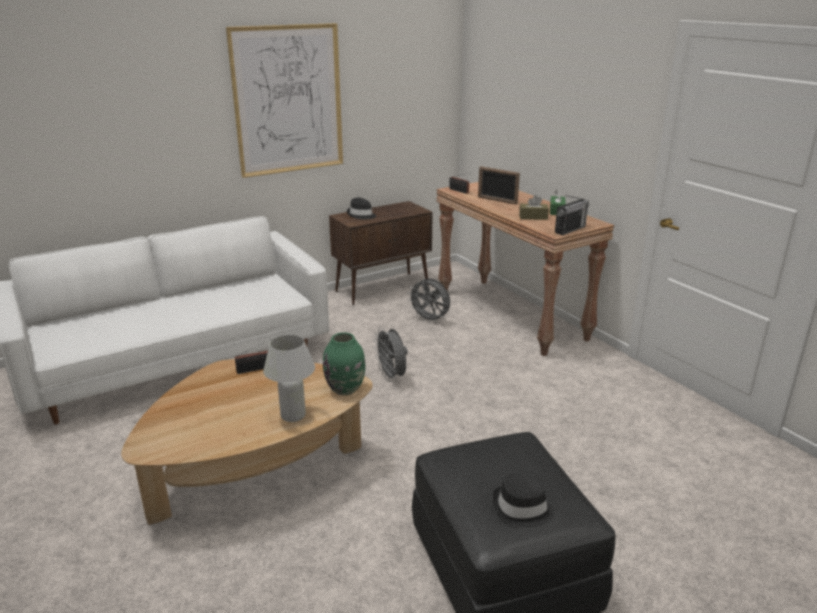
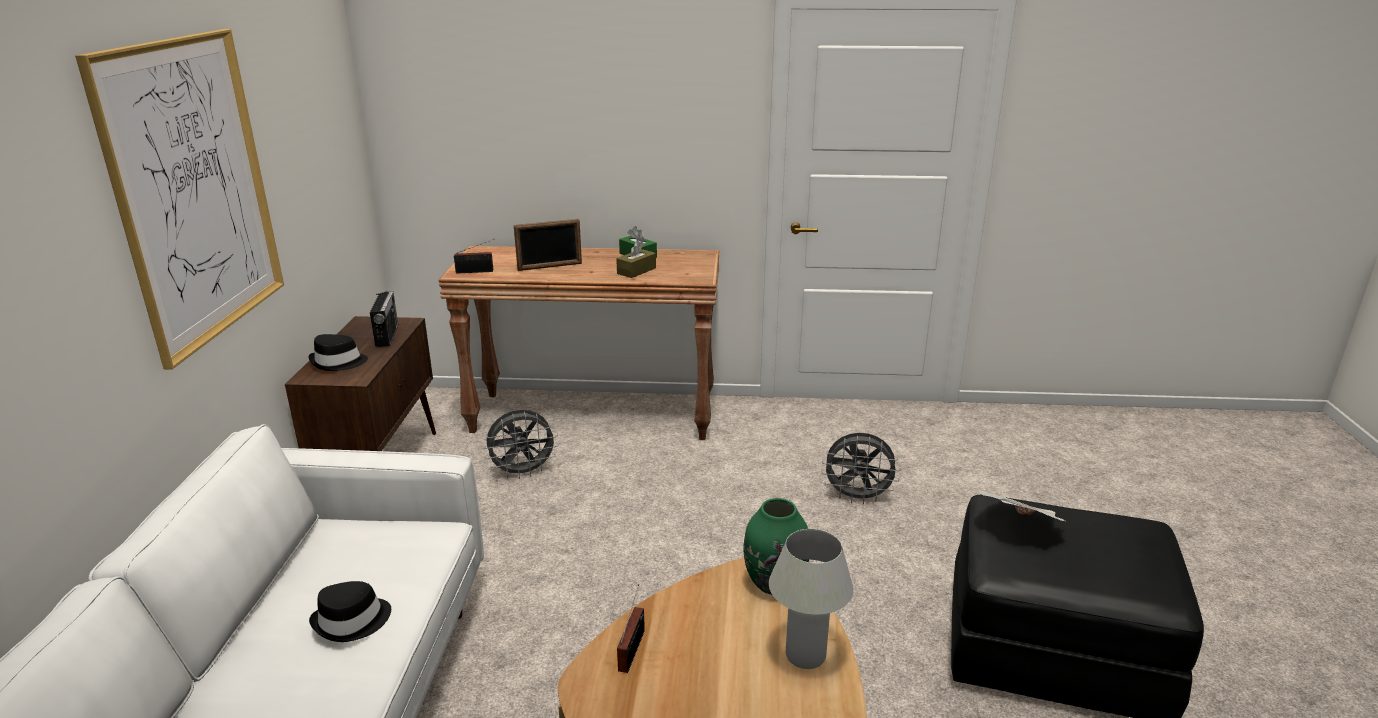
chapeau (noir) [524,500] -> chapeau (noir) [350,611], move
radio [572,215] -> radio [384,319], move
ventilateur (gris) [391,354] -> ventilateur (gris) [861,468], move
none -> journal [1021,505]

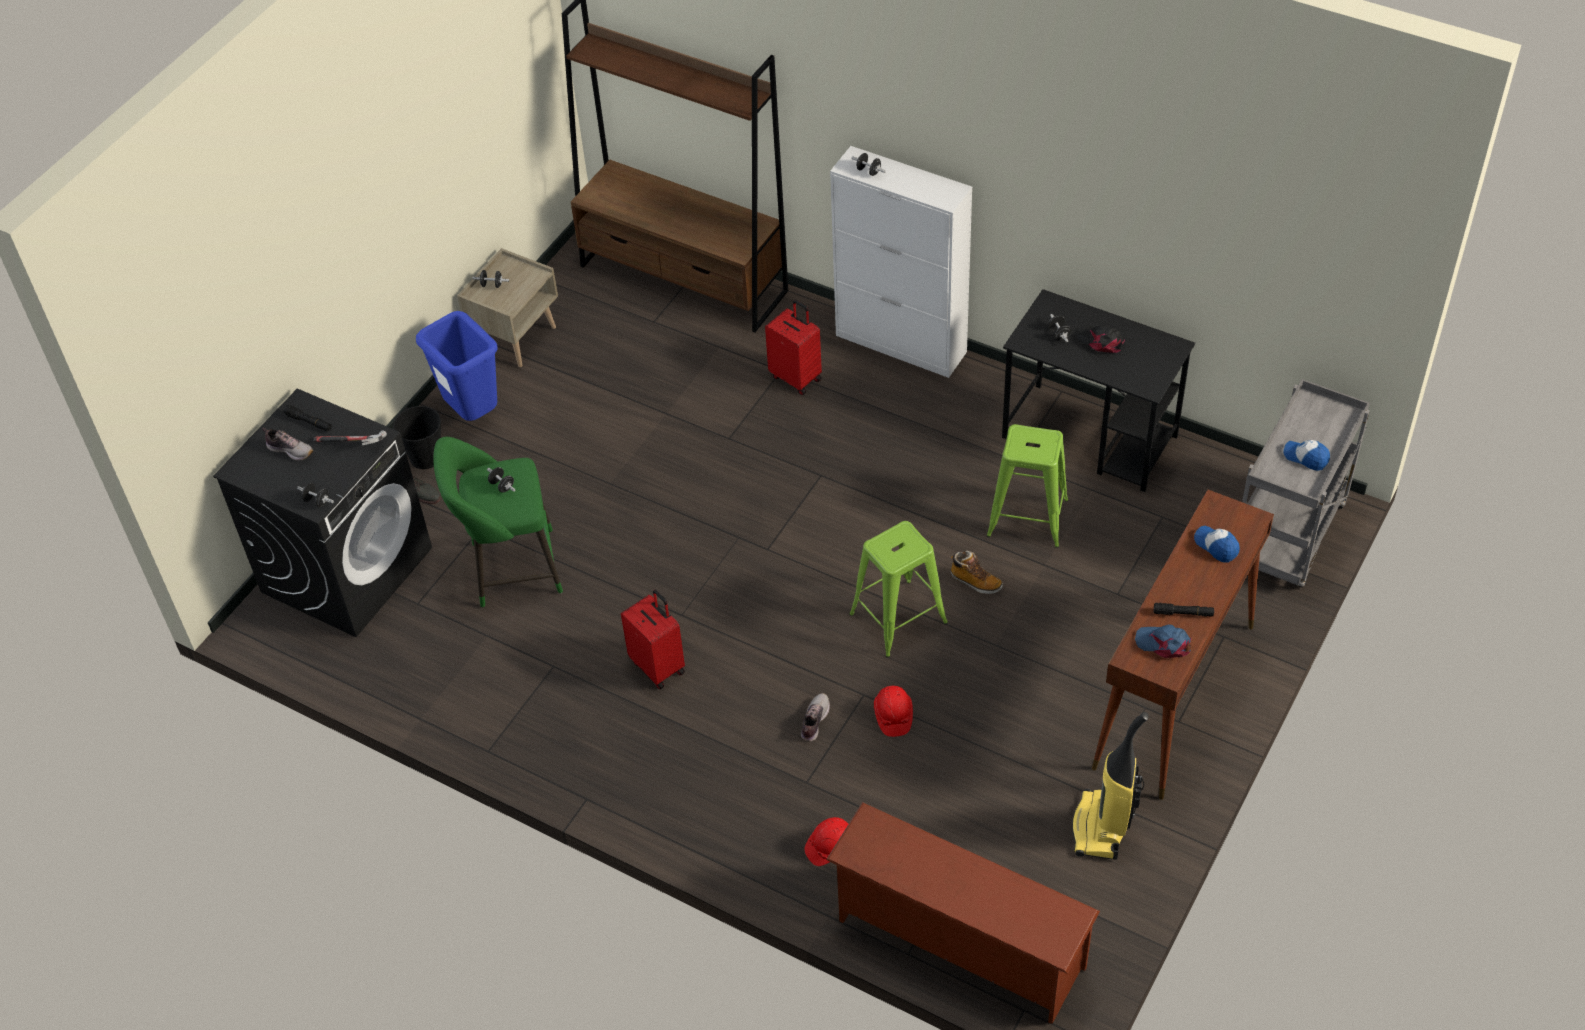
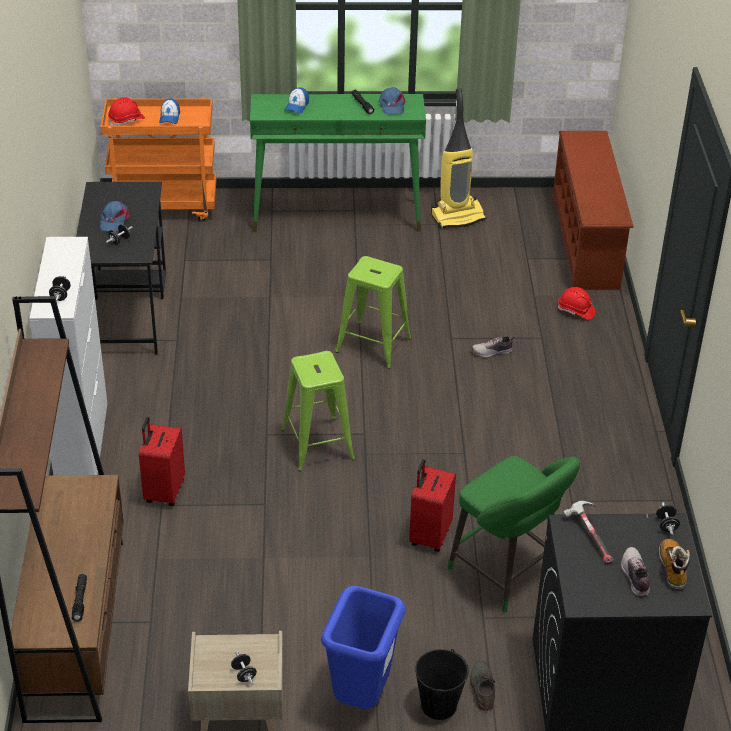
lampe de poche (noir) [308,418] -> lampe de poche (noir) [79,598], move
casquette (noir) [1101,339] -> casquette (bleu) [115,216]
chariot (gris) [1306,483] -> chariot (orange) [158,160]
casque de chantier (rouge) [893,711] -> casque de chantier (rouge) [126,112], move
table console (marron) [1183,645] -> table console (vert) [338,163]
tabouret (vert) [1027,486] -> tabouret (vert) [318,411], move
valise (rouge) [653,639] -> valise (rouge) [432,505], move
botte [977,572] -> botte [674,564], move
haltère (noir) [501,480] -> none

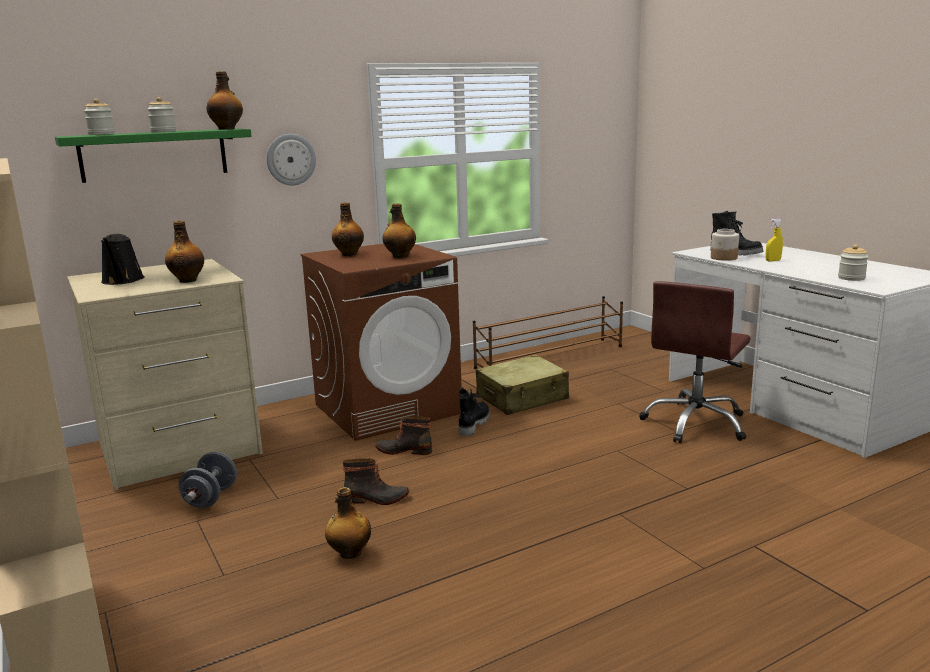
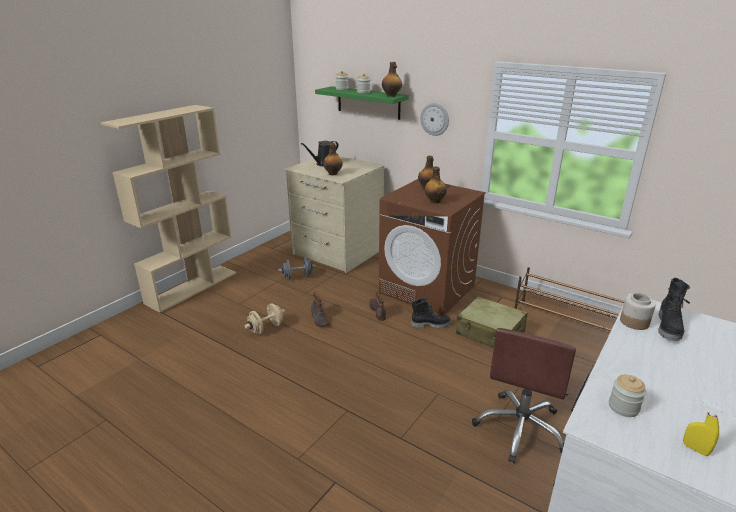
bouteille [348,523] -> haltère (beige) [265,318]
chaise de bureau (marron) [694,362] -> chaise de bureau (marron) [524,396], 75 degrees counterclockwise
vaporisateur (jaune) [774,239] -> vaporisateur (jaune) [703,427], move

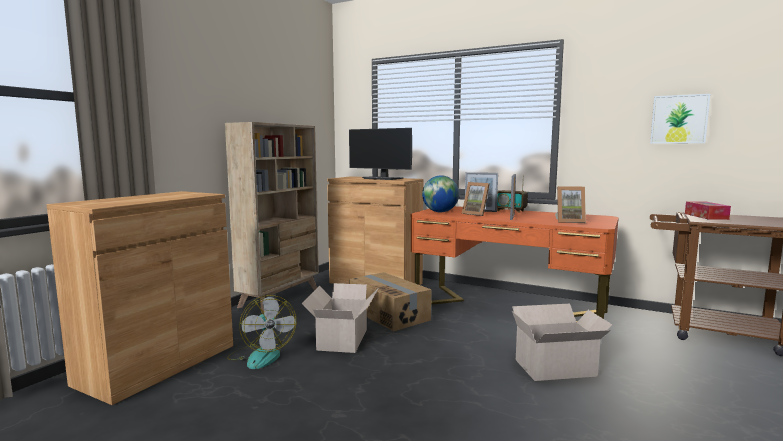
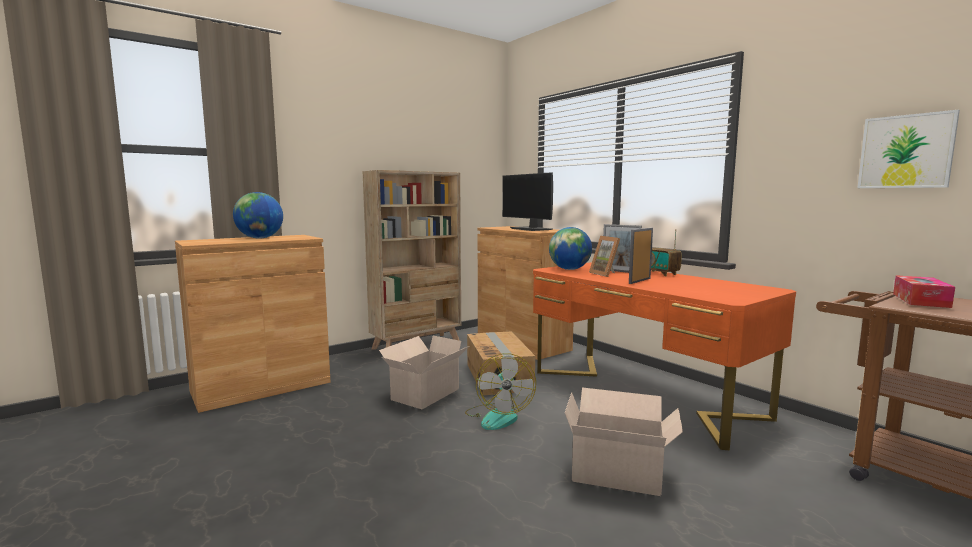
none -> globe [258,215]
ventilateur [261,332] -> ventilateur [500,391], move
cadre photo [570,204] -> none

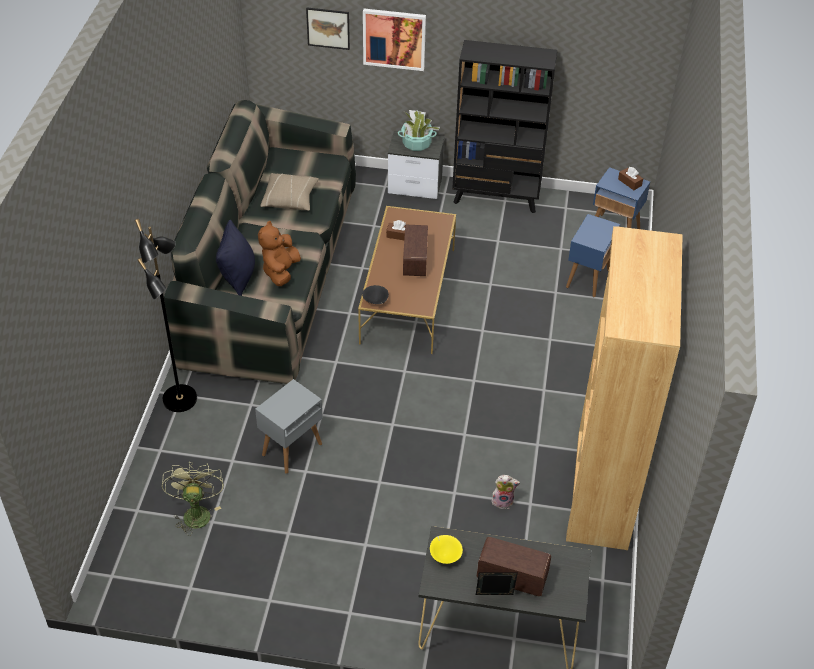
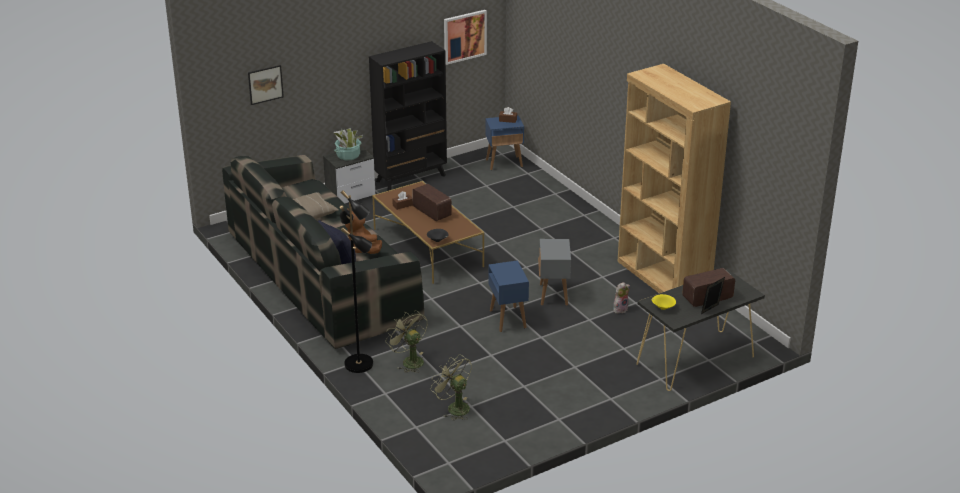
none -> ventilateur (vert) [406,341]
tableau [394,40] -> tableau [465,37], move
table d'appoint (bleu) [593,255] -> table d'appoint (bleu) [508,296], move
table d'appoint (gris) [289,426] -> table d'appoint (gris) [554,272], move

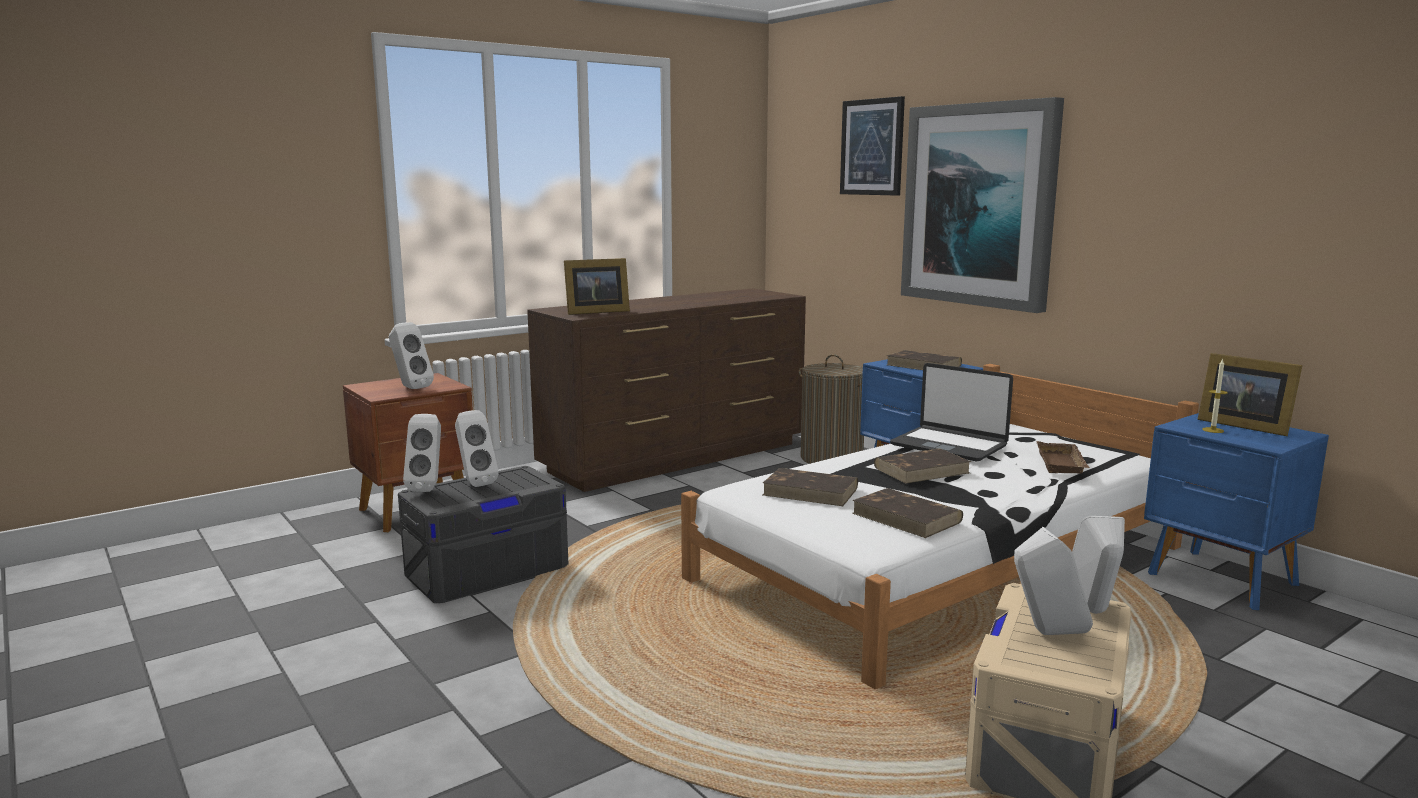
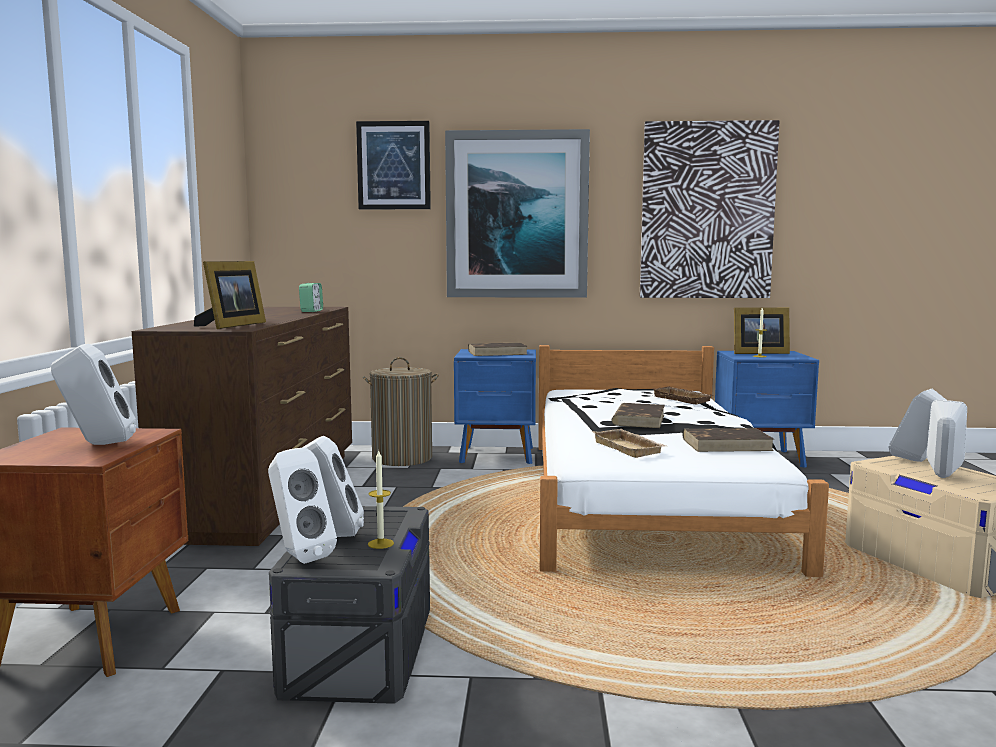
none -> réveil [311,297]
none -> bougie [381,499]
livre (marron) [810,487] -> plateau (beige) [628,443]
none -> tableau [709,209]
ordinateur portable [951,412] -> none

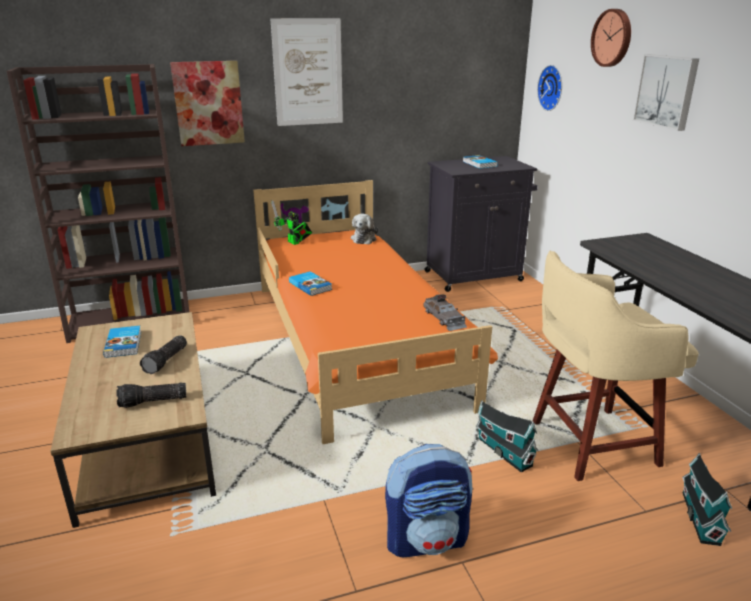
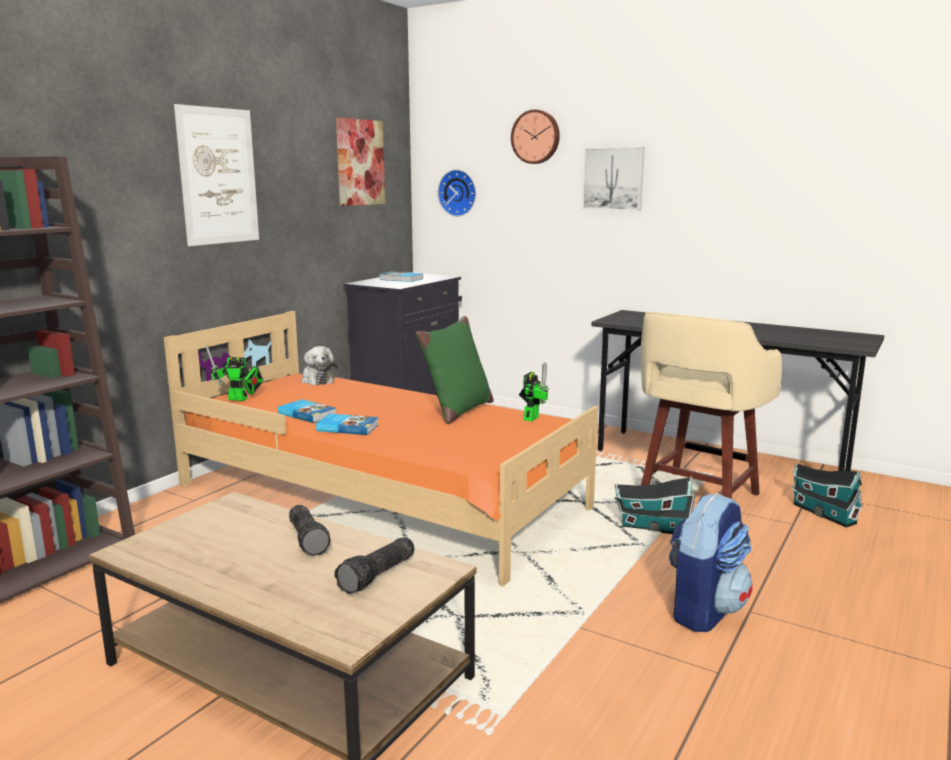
livre [122,342] -> livre [307,411], move
tableau [207,103] -> tableau [360,161], move
none -> coussin (vert) [454,370]
petite voiture (gris) [445,312] -> robot jouet [534,392]

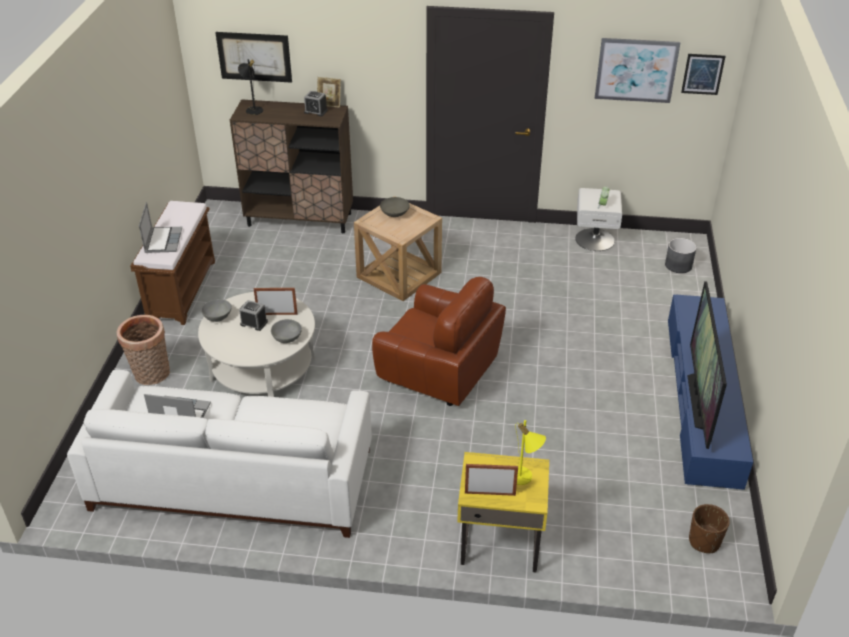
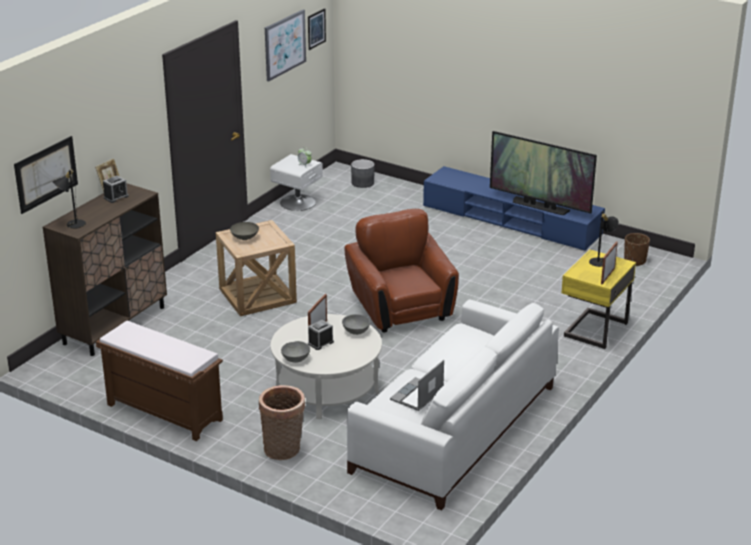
fauteuil (marron) [439,341] -> fauteuil (marron) [402,271], 75 degrees counterclockwise
lampe de table (jaune) [531,452] -> lampe de table (noir) [604,239]
ordinateur portable [160,227] -> none

